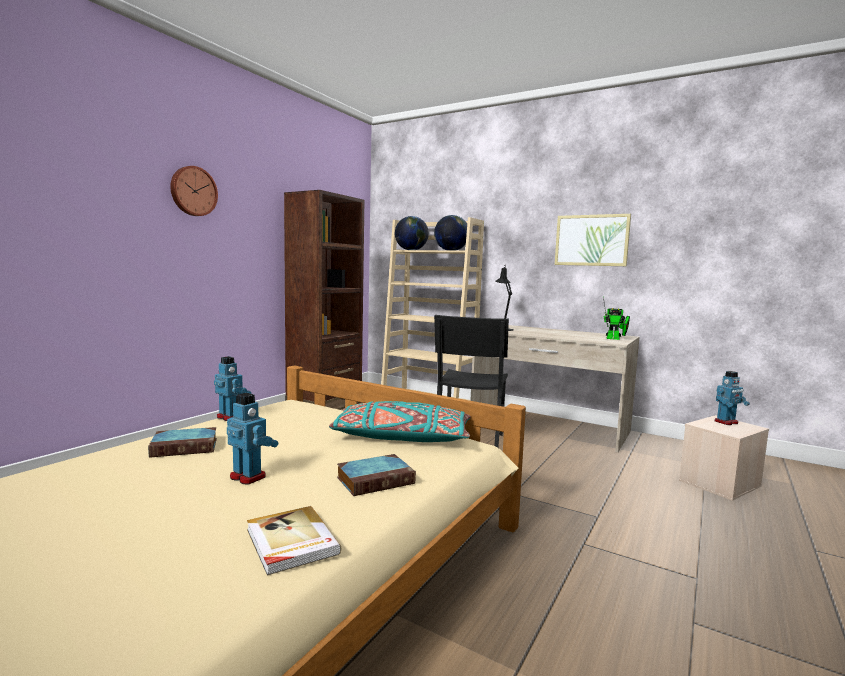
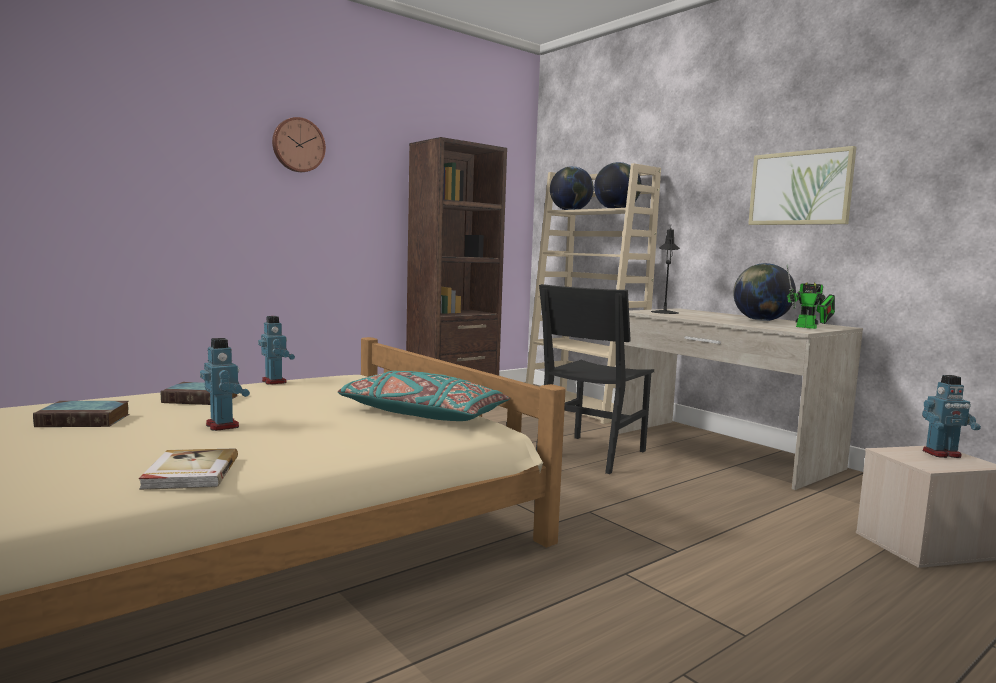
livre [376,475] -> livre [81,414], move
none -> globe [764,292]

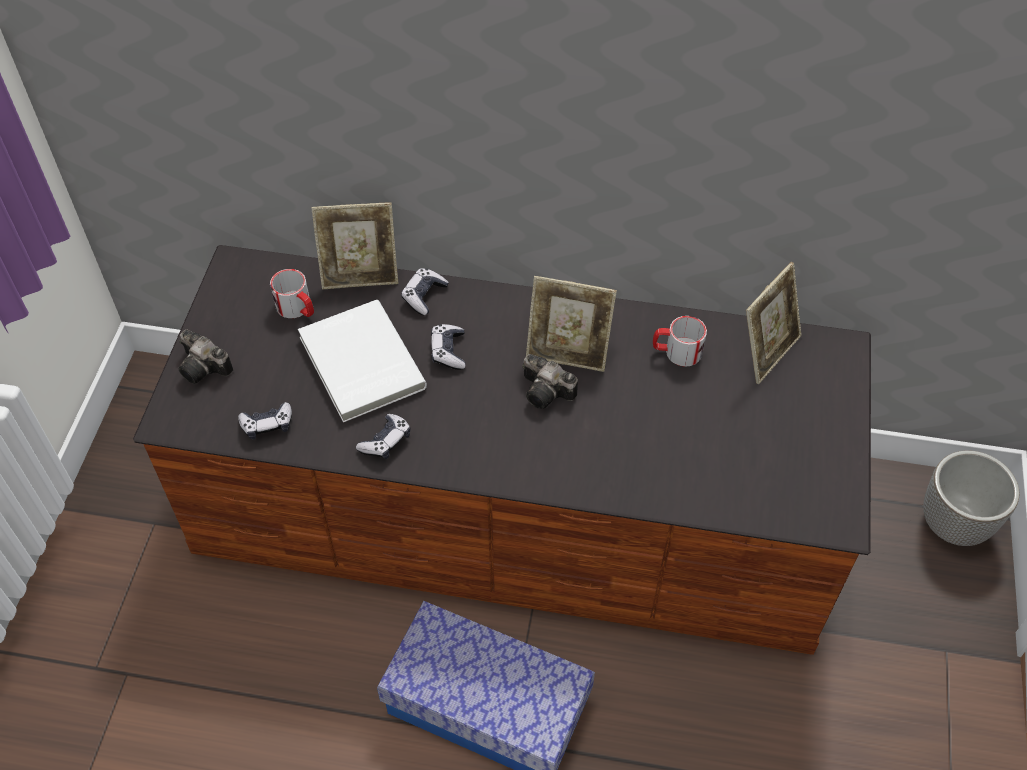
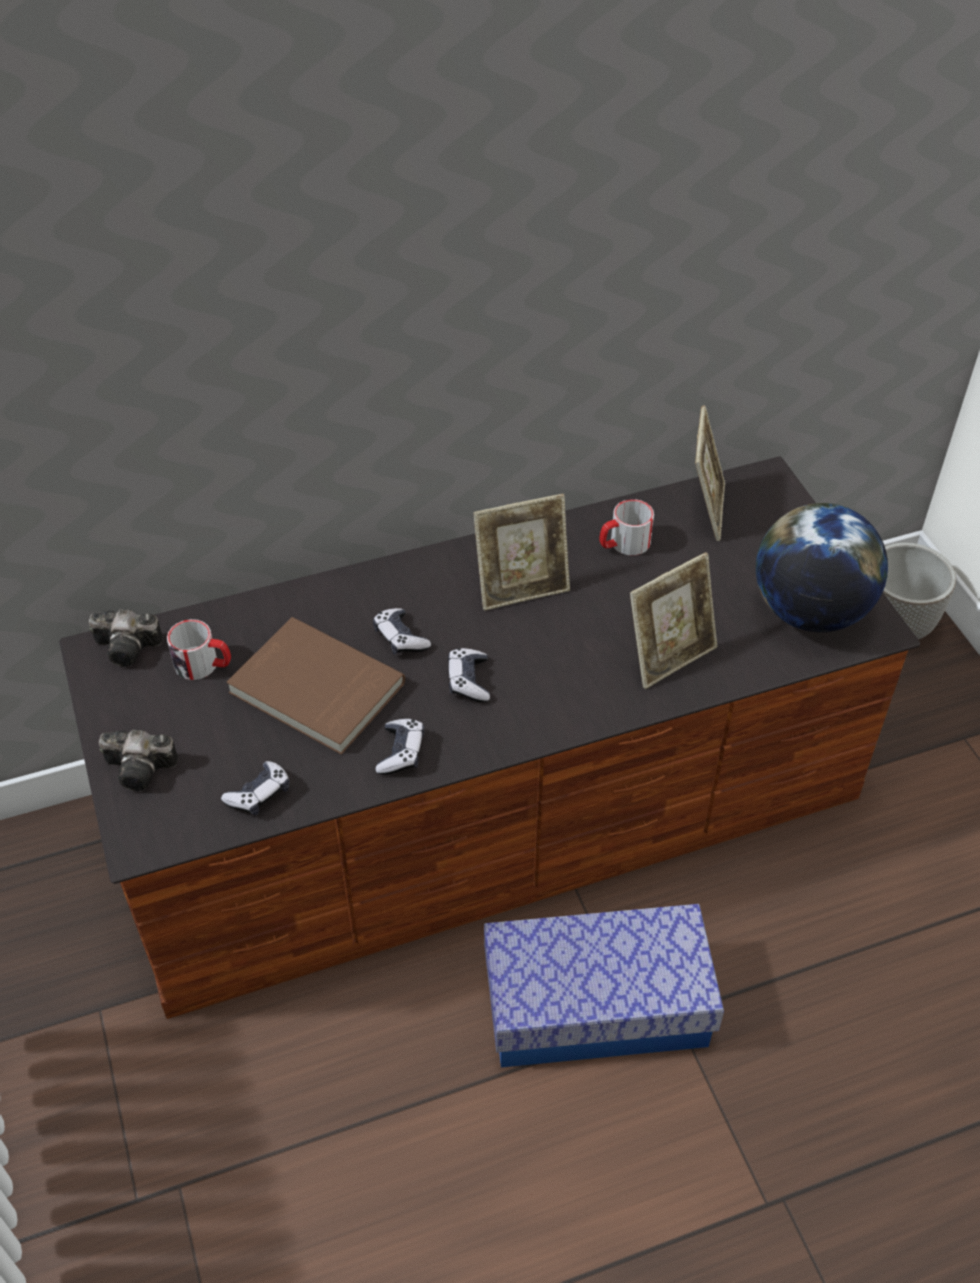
appareil photo [550,381] -> appareil photo [126,638], move
livre (blanc) [362,361] -> livre (marron) [315,686]
manette [425,291] -> manette [469,675], move
cadre photo [355,245] -> cadre photo [673,620], move
none -> globe [822,567]

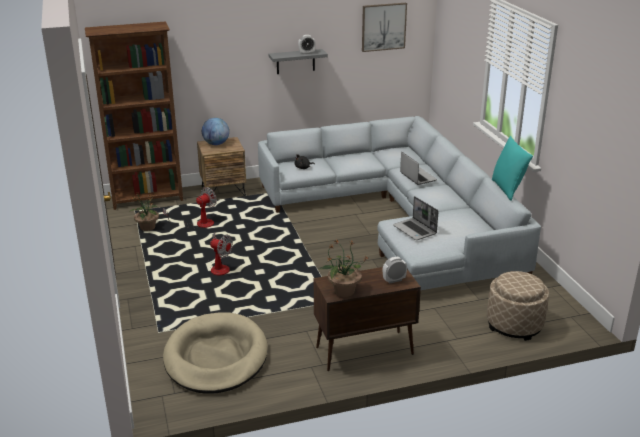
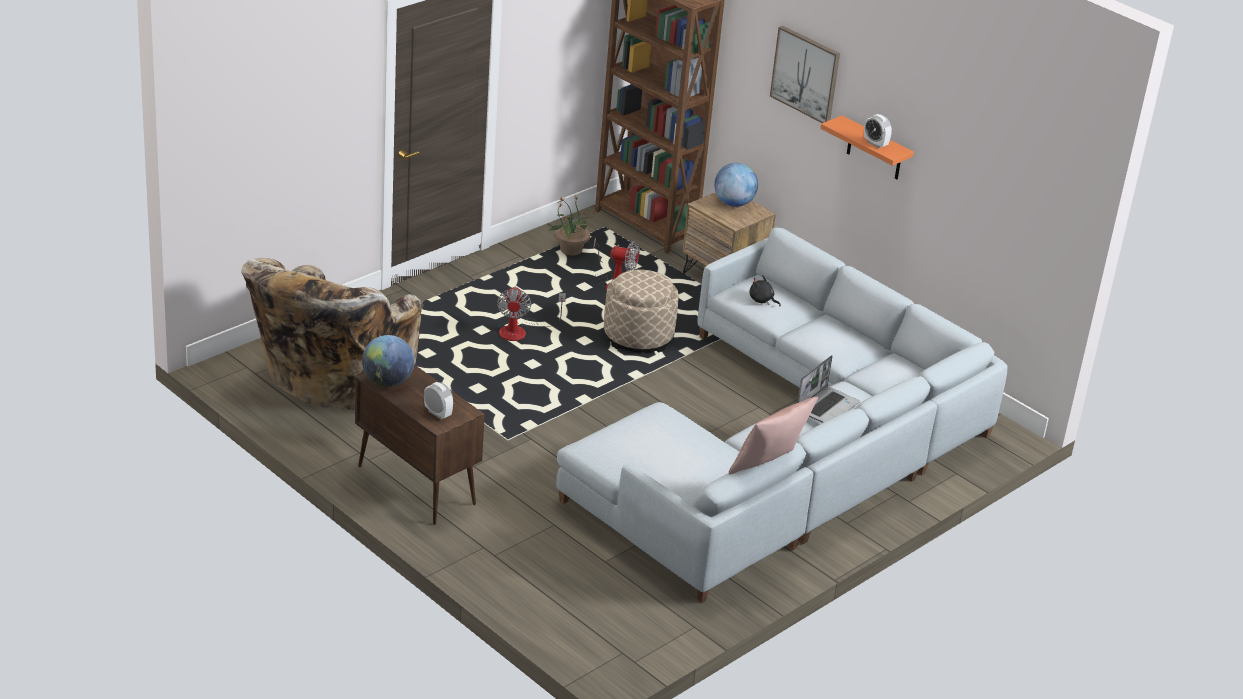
panier pour chien (beige) [215,353] -> fauteuil (beige) [332,333]
plante en pot [343,268] -> globe [388,361]
pouf (beige) [518,306] -> pouf (beige) [641,311], move
coussin (turquoise) [512,168] -> coussin (rose) [773,435]
tableau [384,27] -> tableau [805,74], move
étagère (gris) [298,61] -> étagère (orange) [867,147]
ordinateur portable [416,218] -> none

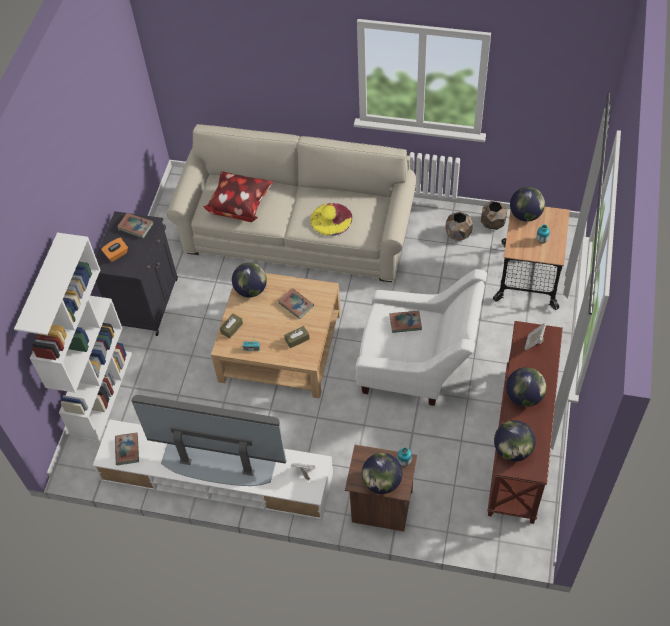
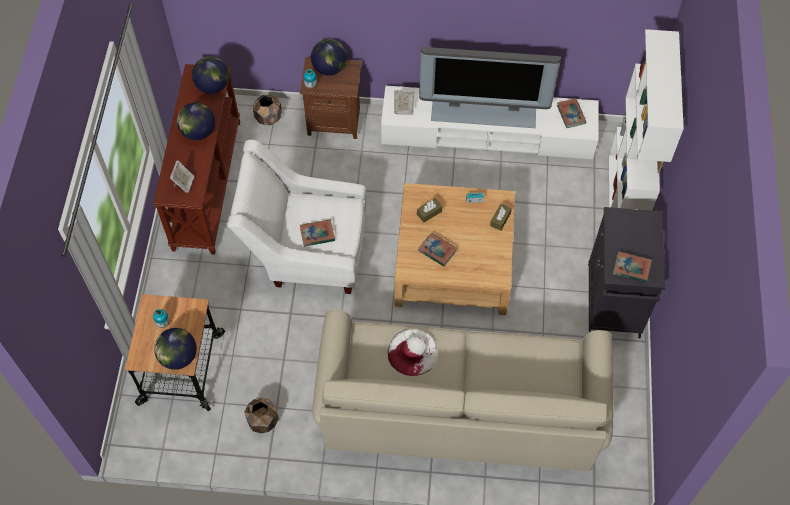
cache-pot (marron) [494,215] -> cache-pot (marron) [267,110], move
chapeau (jaune) [331,219] -> chapeau (blanc) [413,352]
boîte à mouchoirs (orange) [114,250] -> none
coussin [238,196] -> none
globe [249,280] -> none

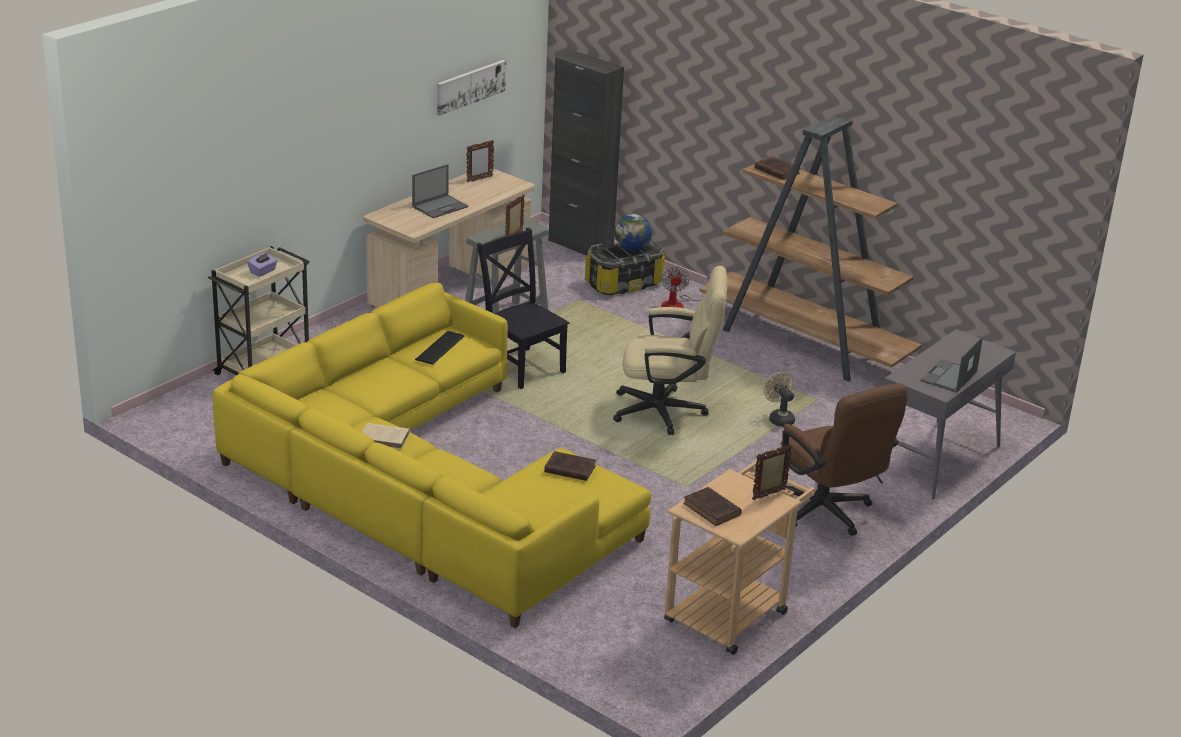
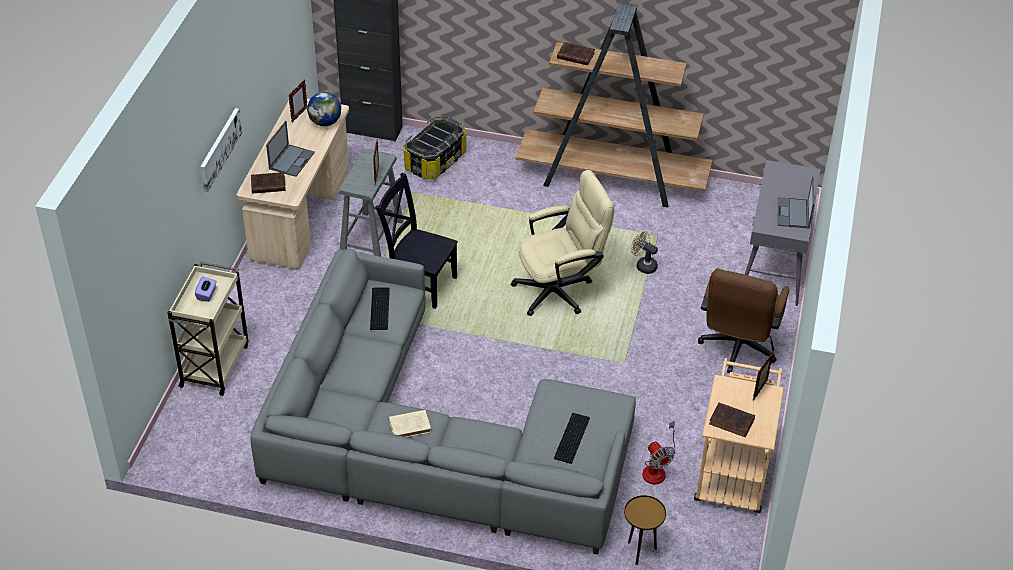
tableau [471,88] -> tableau [221,150], move
livre (marron) [570,466] -> livre (marron) [268,183], move
canapé (jaune) [432,455] -> canapé (gris) [443,402]
globe [633,232] -> globe [324,109], move
none -> clavier [572,438]
none -> table d'appoint (marron) [645,530]
ventilateur [686,287] -> ventilateur [658,453], move
chaise de bureau (marron) [844,459] -> chaise de bureau (marron) [743,320], 75 degrees clockwise

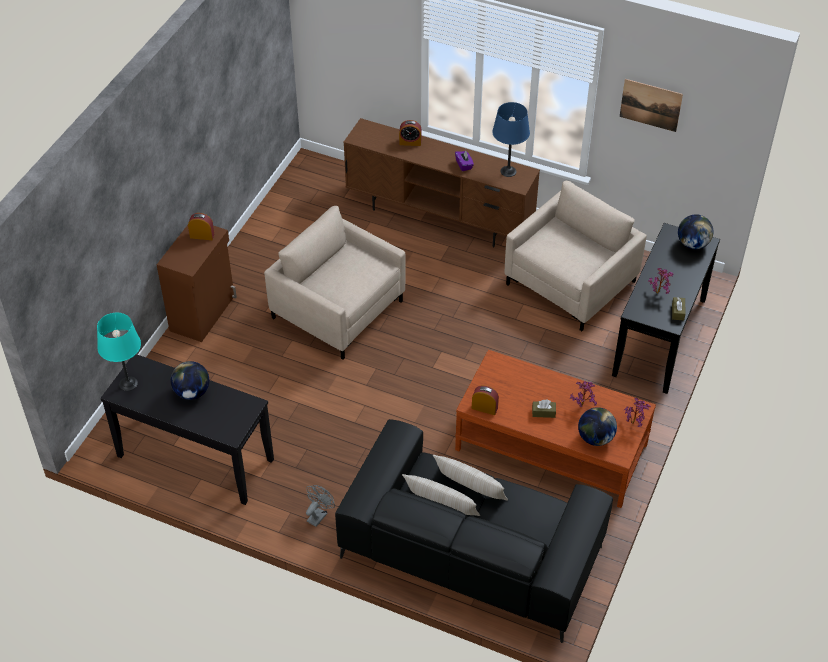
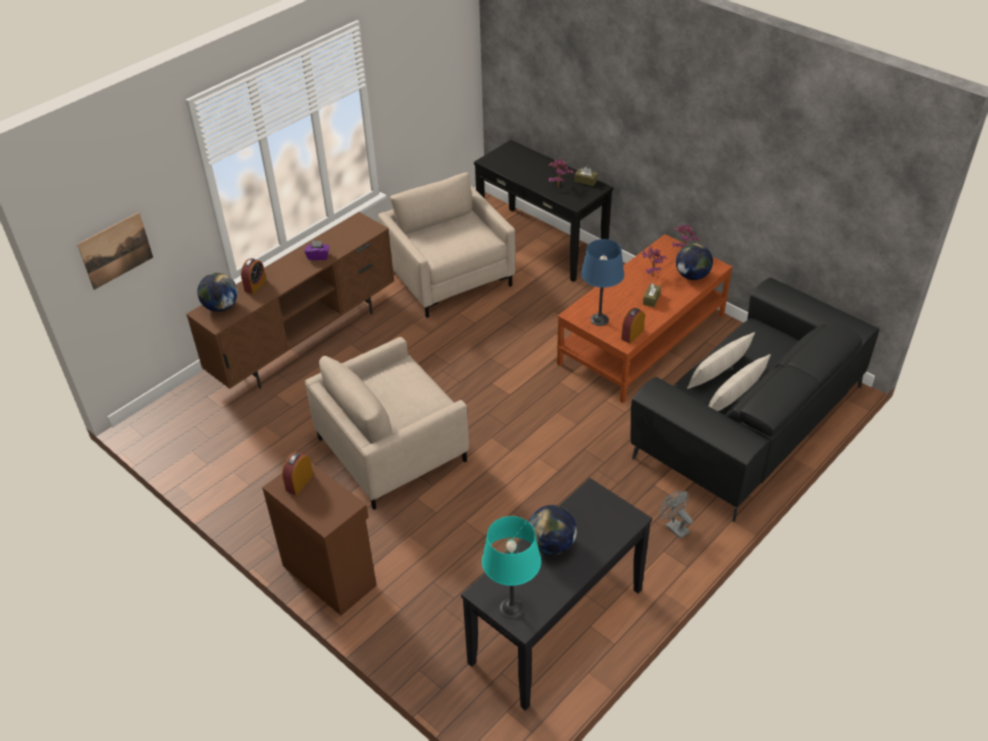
tableau [651,105] -> tableau [115,251], move
globe [695,232] -> globe [217,292], move
lampe de table (bleu) [511,139] -> lampe de table (bleu) [602,282], move

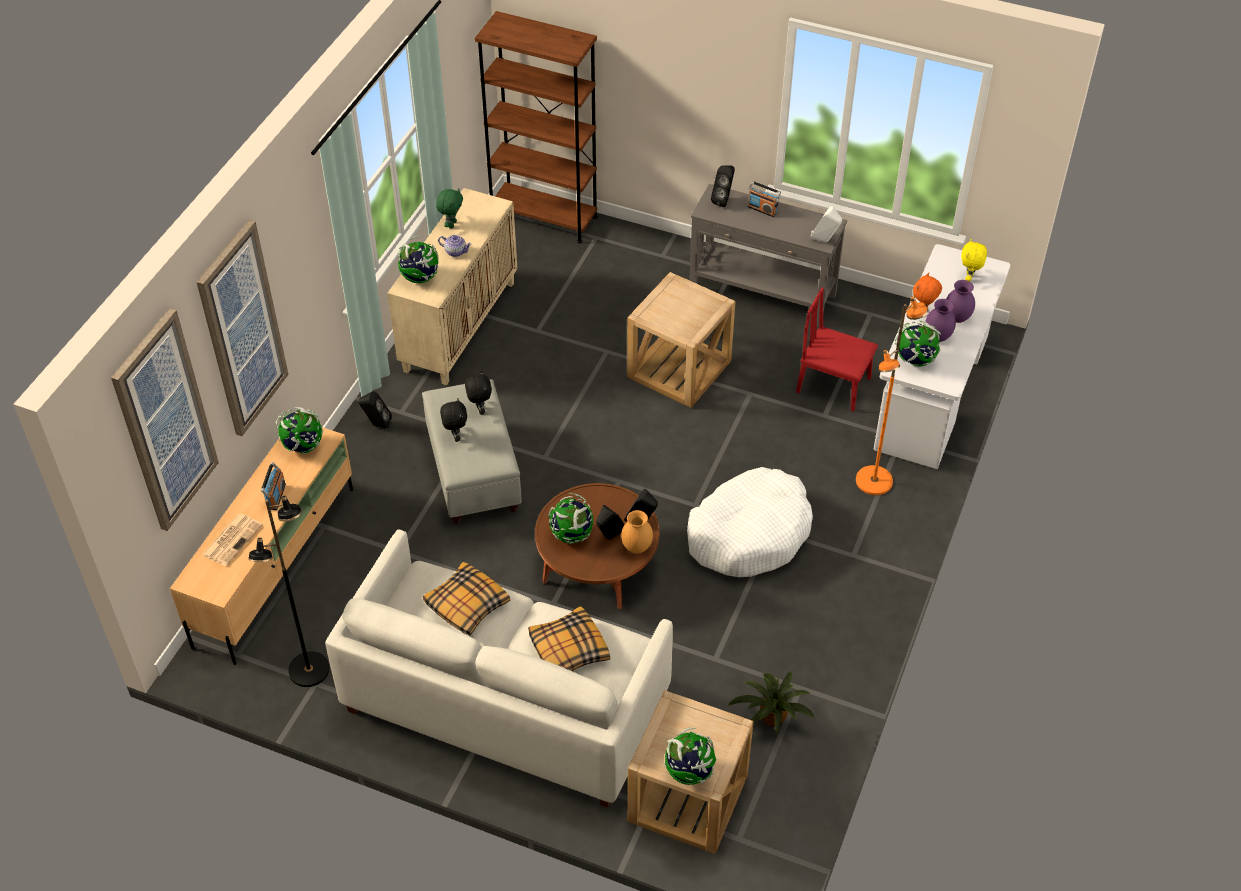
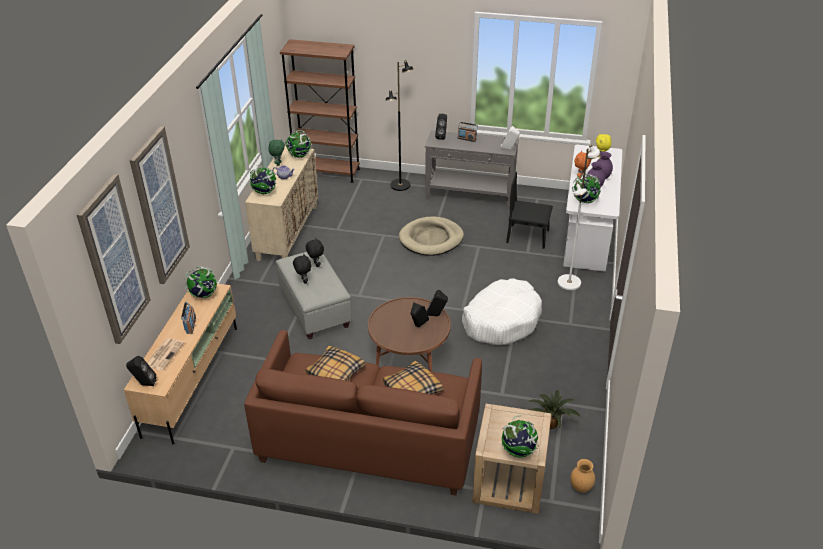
enceinte (noir) [375,410] -> enceinte (noir) [141,371], move
canapé (blanc) [499,668] -> canapé (marron) [363,413]
globe [571,518] -> globe [298,144], move
lampadaire (noir) [288,591] -> lampadaire (noir) [399,125], move
table d'appoint (beige) [681,340] -> panier pour chien (beige) [431,236]
chaise (rouge) [837,349] -> chaise (noir) [529,210]
lampadaire (orange) [892,395] -> lampadaire (blanc) [579,217]
vase (marron) [637,532] -> vase (marron) [583,476], move

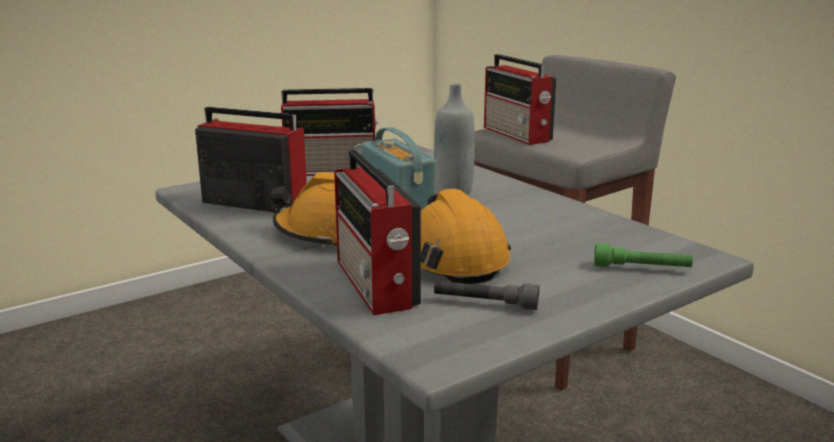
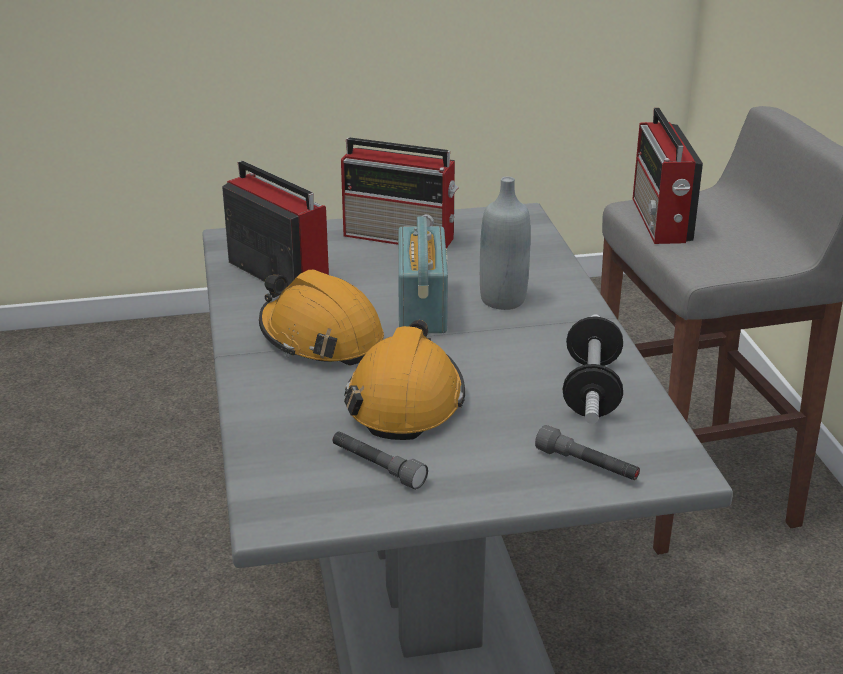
lampe de poche (vert) [643,255] -> lampe de poche (gris) [587,452]
none -> haltère [593,369]
radio [377,232] -> none

